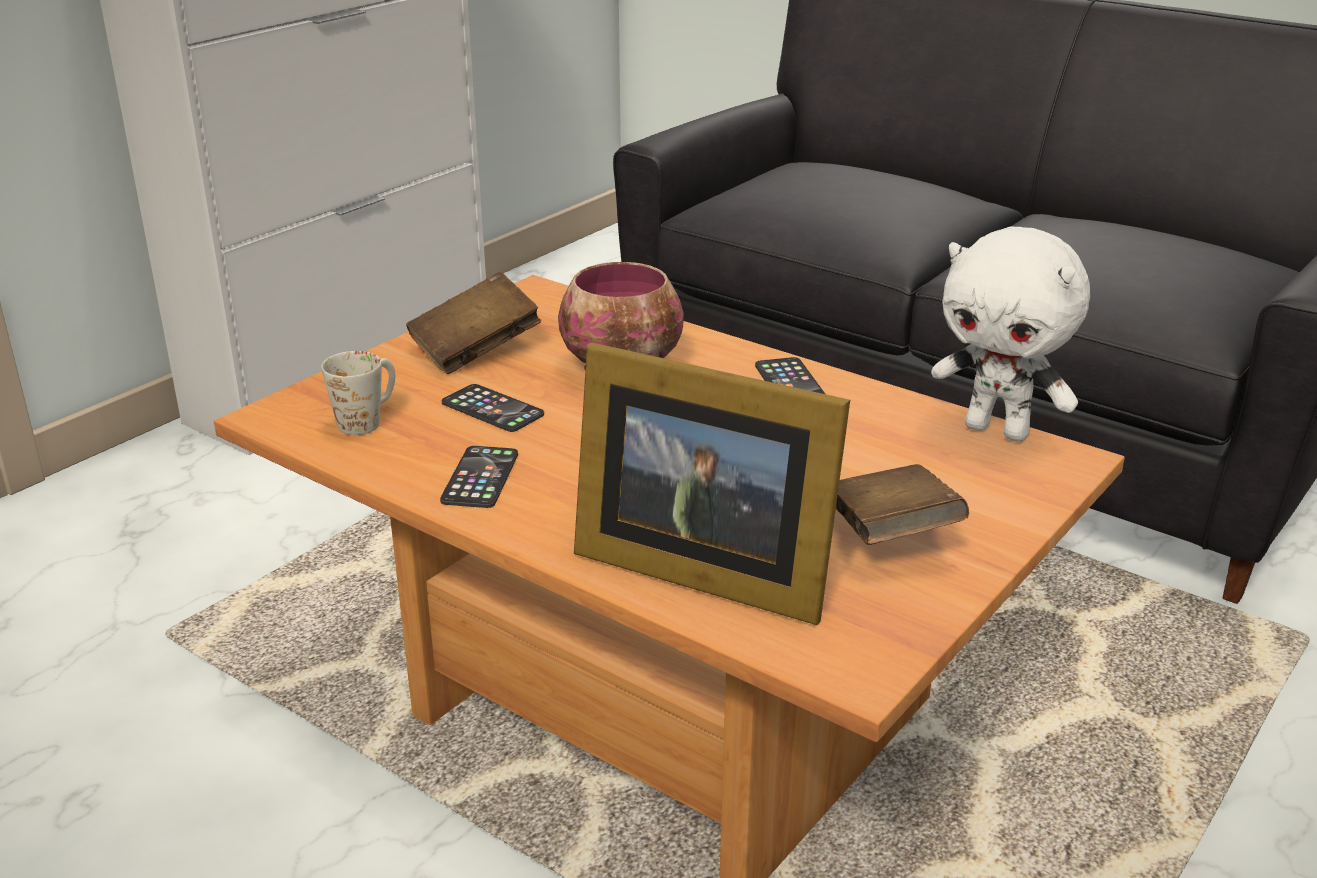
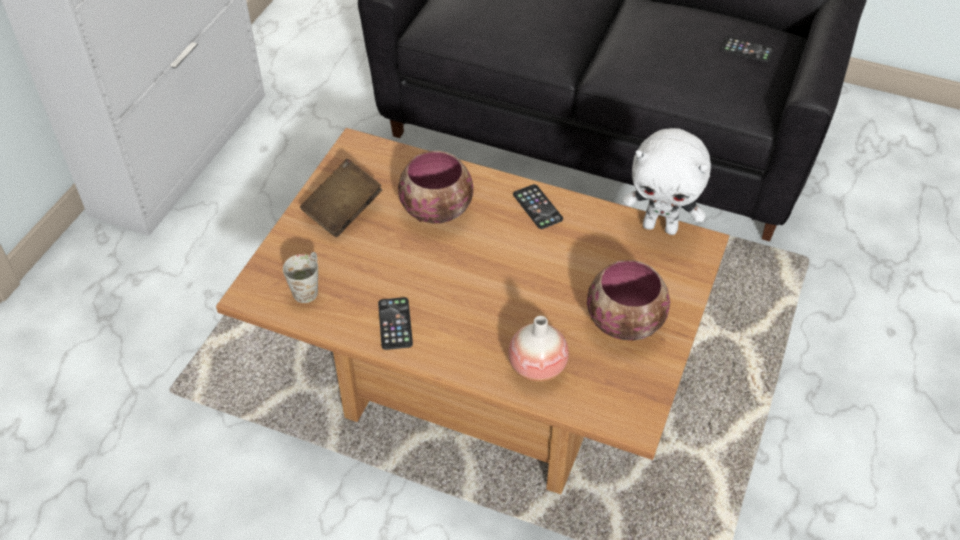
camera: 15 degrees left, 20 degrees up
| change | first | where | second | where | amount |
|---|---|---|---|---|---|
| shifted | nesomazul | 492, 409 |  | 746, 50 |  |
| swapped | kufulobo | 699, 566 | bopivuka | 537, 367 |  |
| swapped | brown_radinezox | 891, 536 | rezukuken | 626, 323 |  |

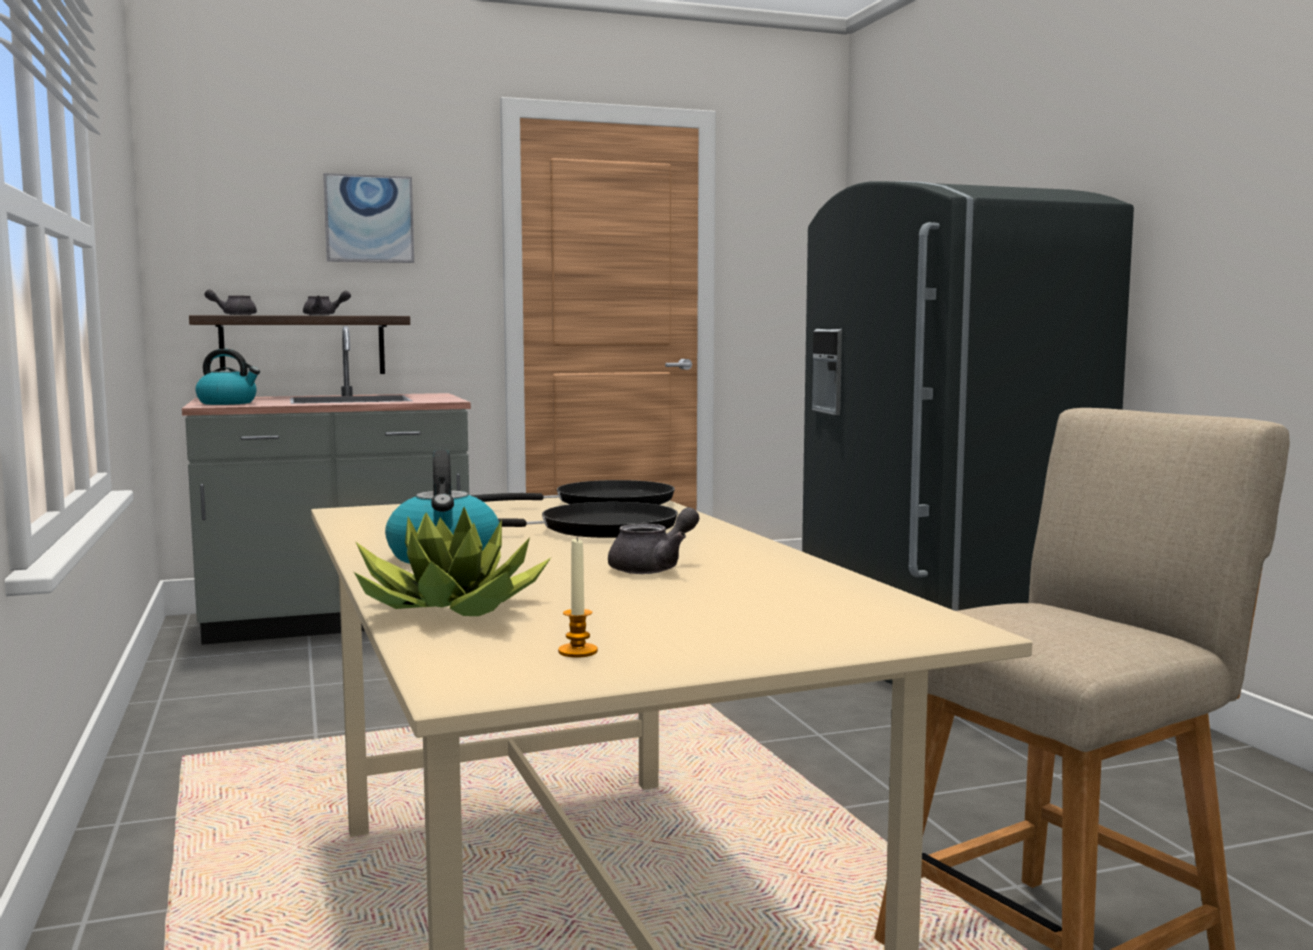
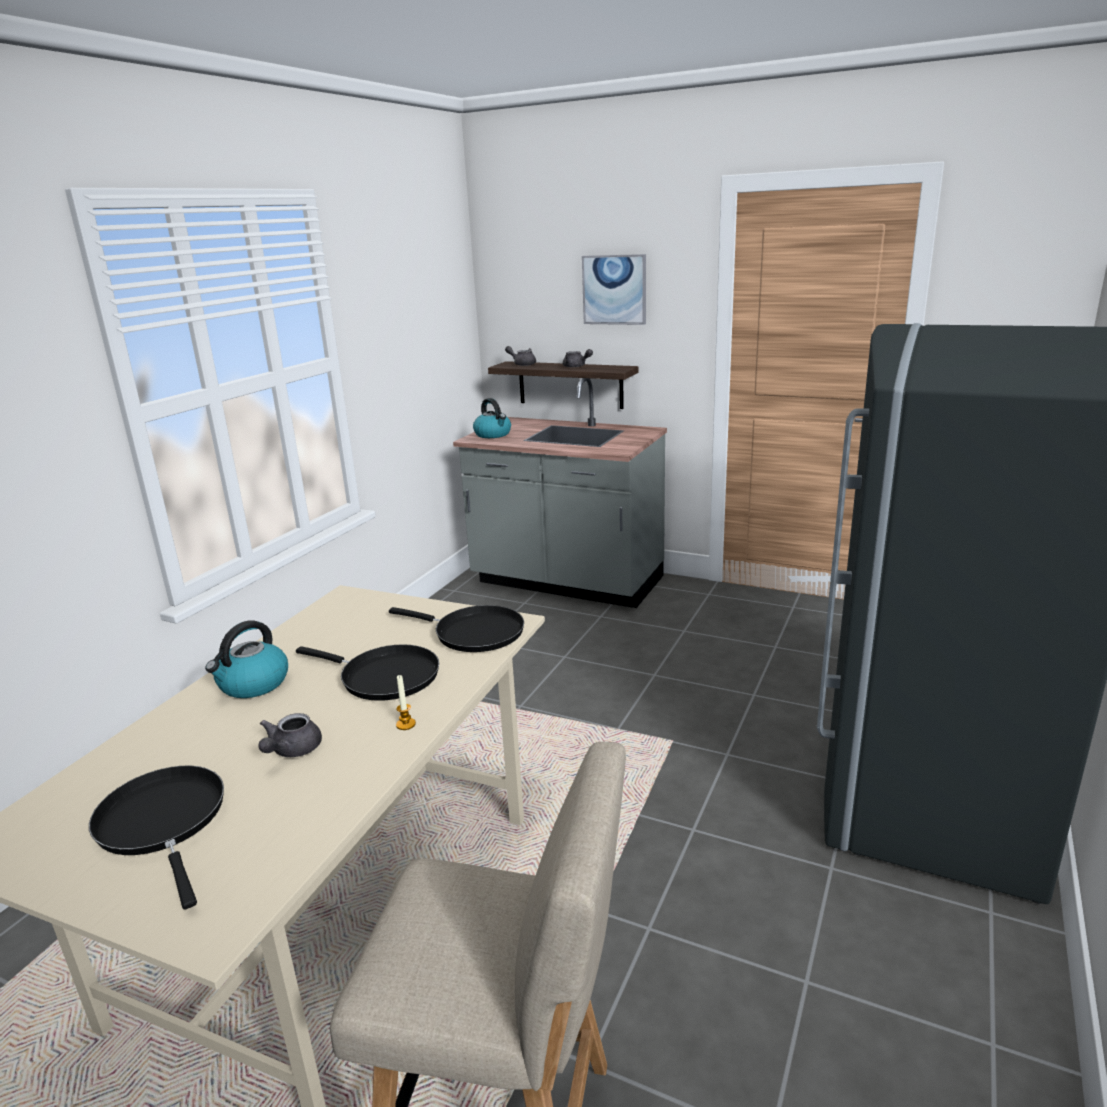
camera: 45 degrees right, 15 degrees up
| change | first | where | second | where | amount |
|---|---|---|---|---|---|
| gone | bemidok | 450, 608 |  |  |  |
| new |  |  | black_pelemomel | 164, 822 |  |
| shifted | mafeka | 578, 651 |  | 406, 724 |  |
| rotated | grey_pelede | 654, 568 |  | 291, 751 | 105 degrees clockwise |

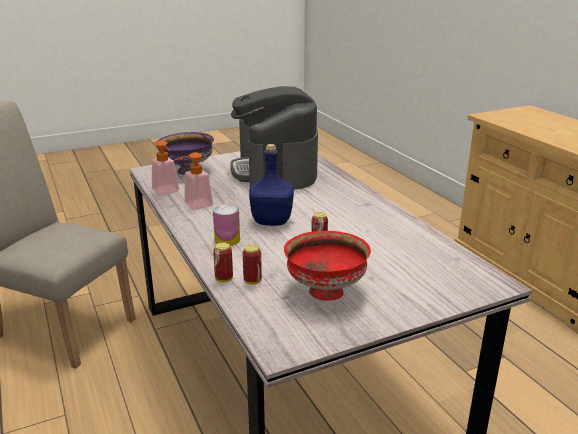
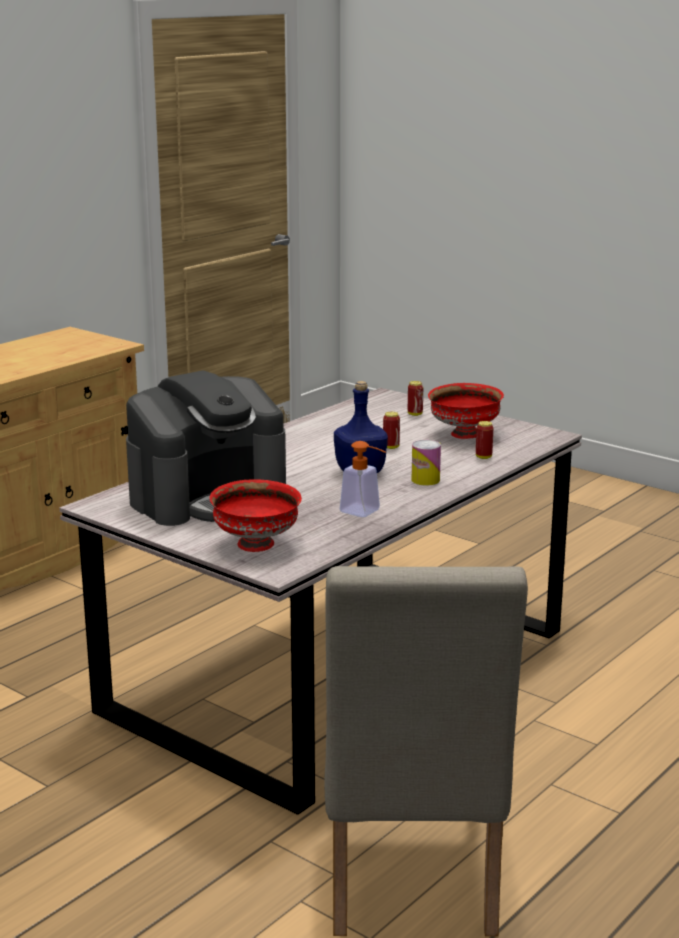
camera: 115 degrees left, 5 degrees down
| change | first | where | second | where | amount |
|---|---|---|---|---|---|
| gone | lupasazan | 167, 192 |  |  |  |
| shifted | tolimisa | 224, 279 |  | 415, 414 |  |
| repainted | purple_rezukuken | 187, 171 | red_rezukuken | 257, 545 |  |

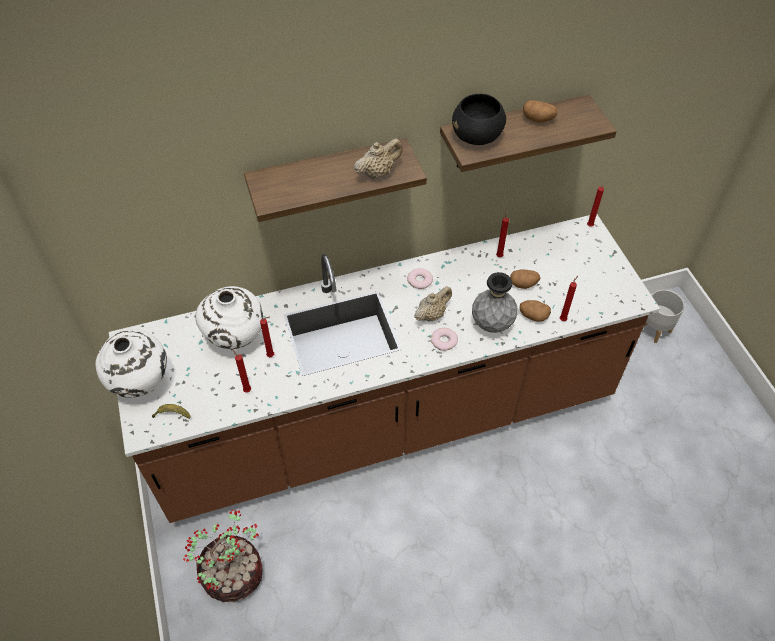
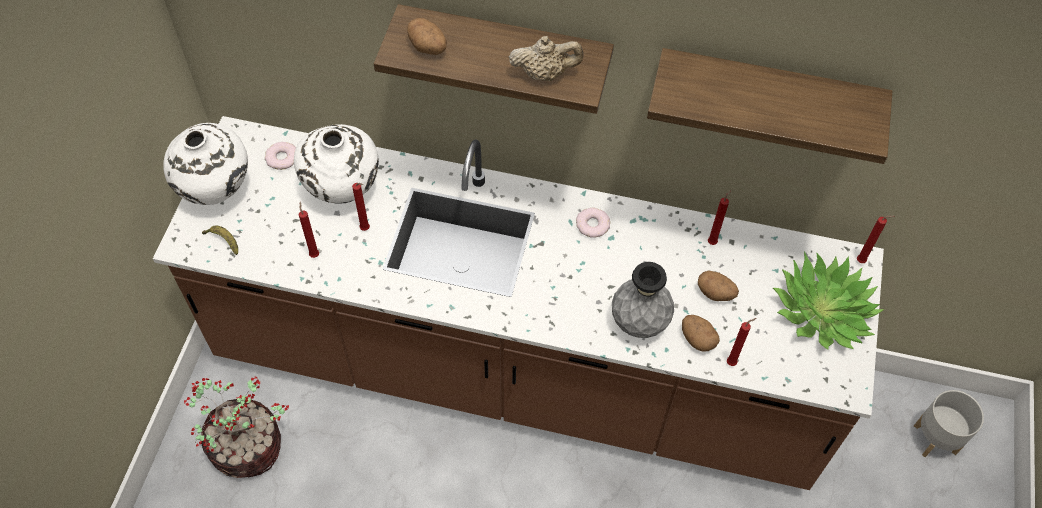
camera: 30 degrees right, 5 degrees up
| change | first | where | second | where | amount |
|---|---|---|---|---|---|
| gone | beige_pelede | 432, 314 |  |  |  |
| gone | black_rezukuken | 477, 137 |  |  |  |
| new |  |  | bemidok | 822, 312 |  |
| shifted | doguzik | 444, 341 |  | 282, 158 |  |
| shifted | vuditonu | 538, 119 |  | 428, 47 |  |

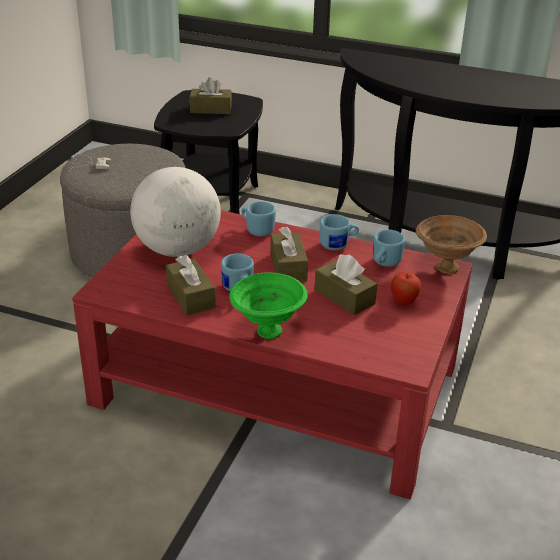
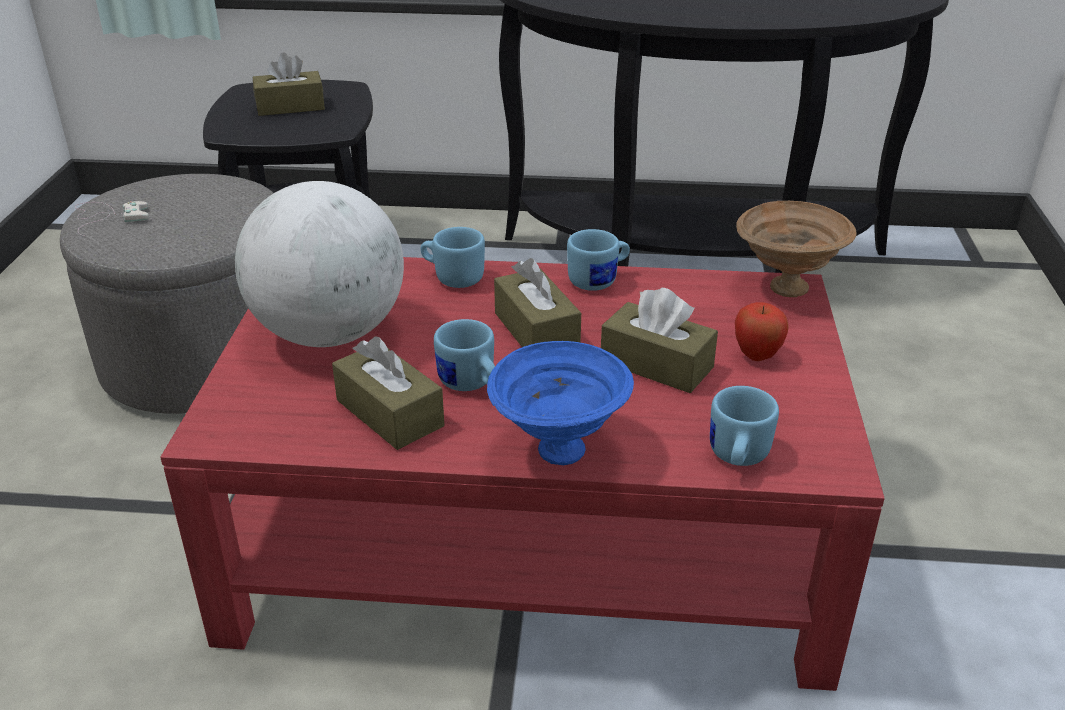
camera: 15 degrees left, 0 degrees up
| change | first | where | second | where | amount |
|---|---|---|---|---|---|
| shifted | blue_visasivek | 384, 263 |  | 736, 458 |  |
| repainted | green_rezukuken | 267, 332 | blue_rezukuken | 558, 452 |  |

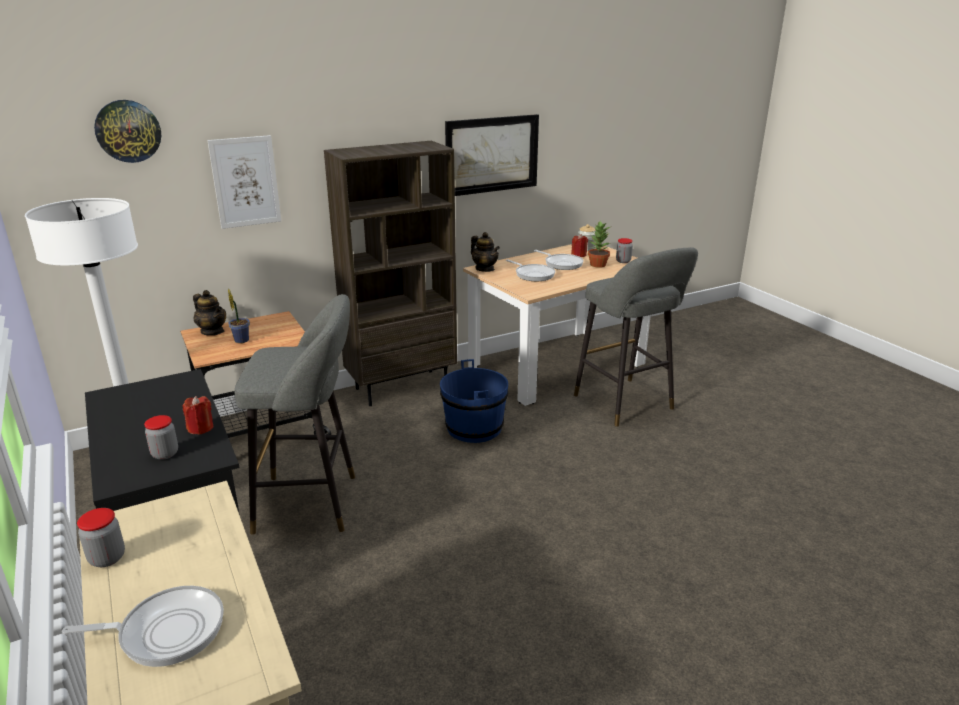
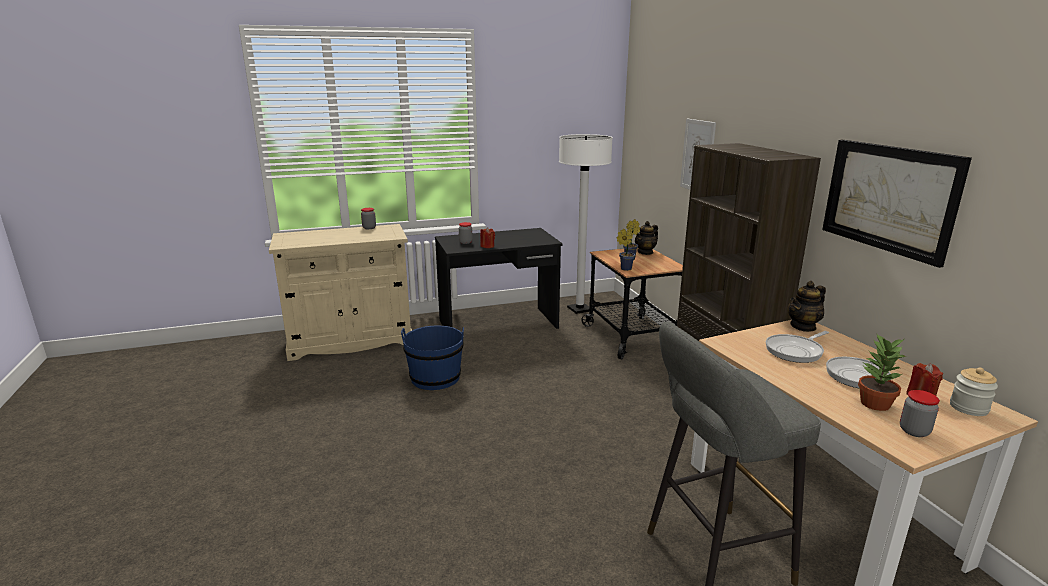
camera: 100 degrees right, 5 degrees down
| change | first | where | second | where | amount |
|---|---|---|---|---|---|
| gone | pelemomel | 166, 631 |  |  |  |
| gone | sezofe | 128, 131 |  |  |  |
| gone | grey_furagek | 313, 503 |  |  |  |
| new |  |  | bemidok | 624, 268 |  |
| shifted | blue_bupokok | 474, 428 |  | 435, 378 |  |

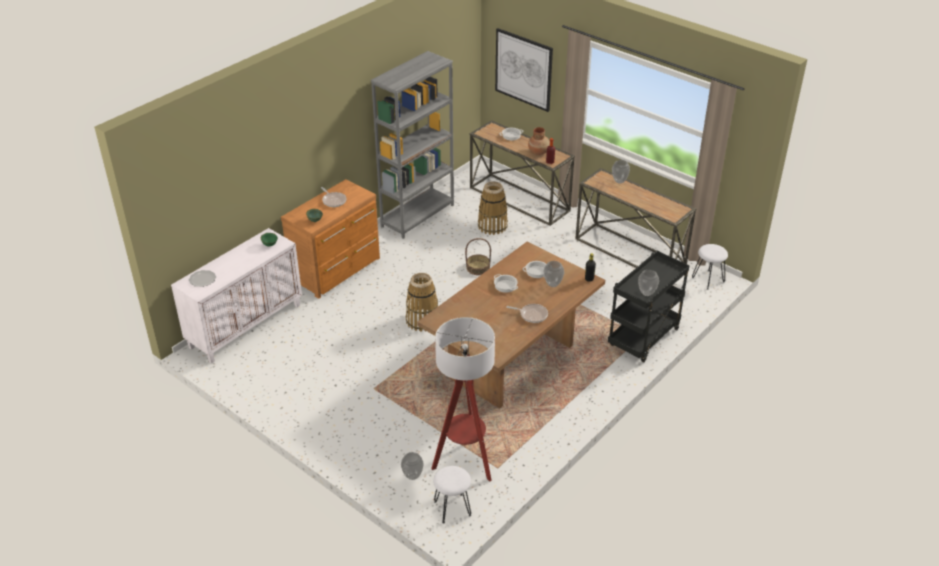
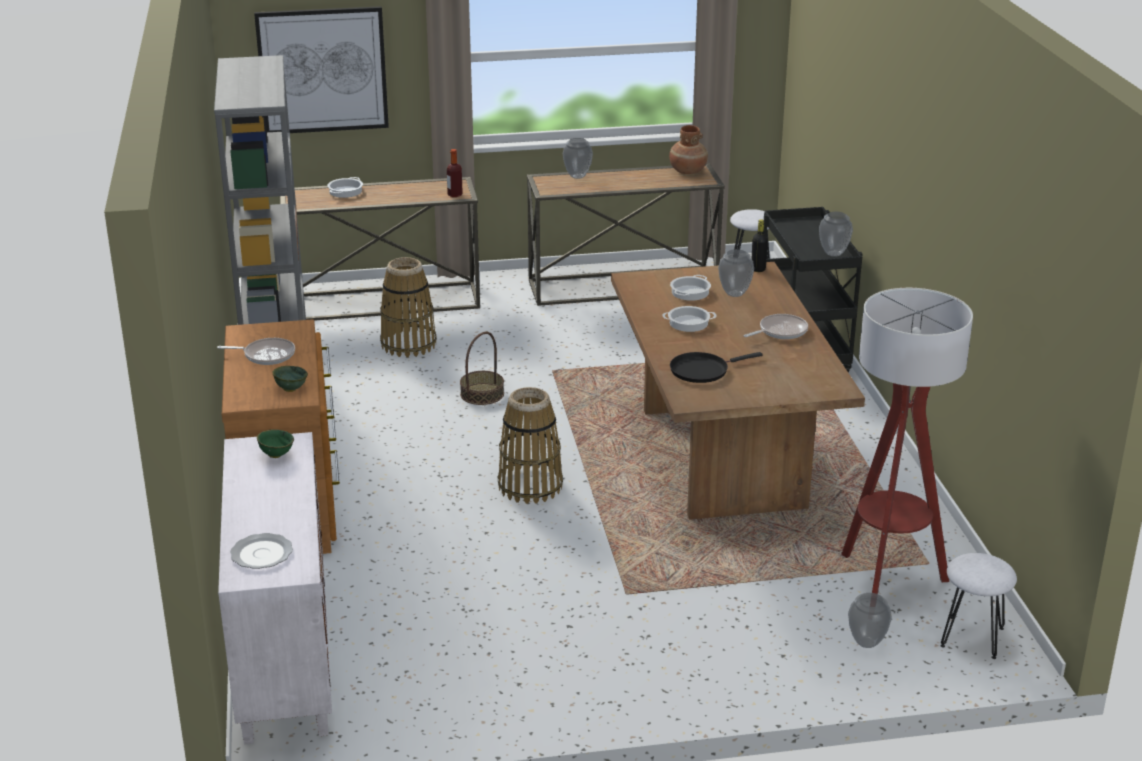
camera: 50 degrees left, 10 degrees down
| change | first | where | second | where | amount |
|---|---|---|---|---|---|
| new |  |  | black_pelemomel | 702, 370 |  |
| shifted | brown_bopivuka | 538, 152 |  | 687, 171 |  |

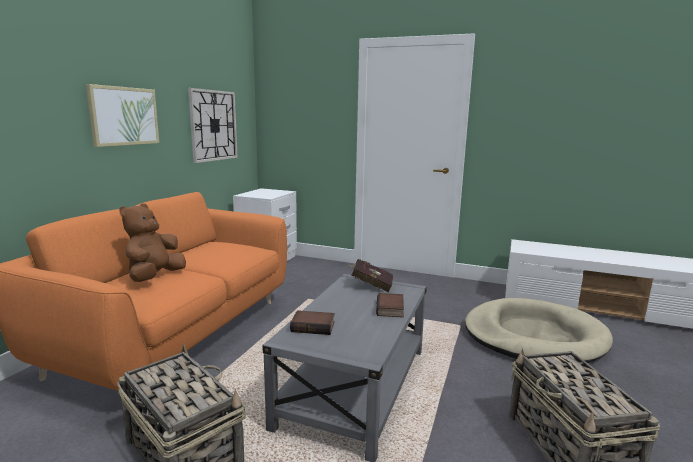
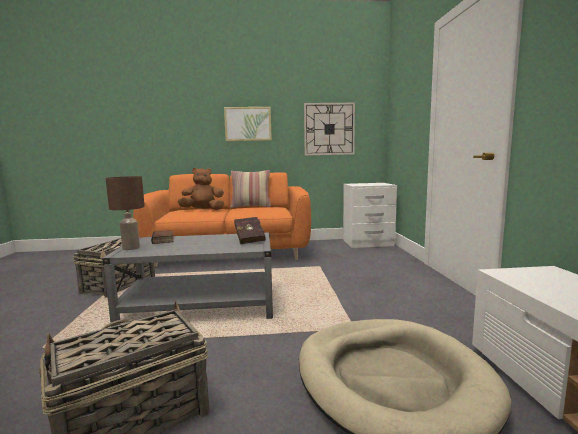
camera: 65 degrees right, 5 degrees down
| change | first | where | second | where | amount |
|---|---|---|---|---|---|
| gone | radinezox | 391, 309 |  |  |  |
| new |  |  | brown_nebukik | 131, 248 |  |
| new |  |  | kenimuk | 251, 206 |  |

